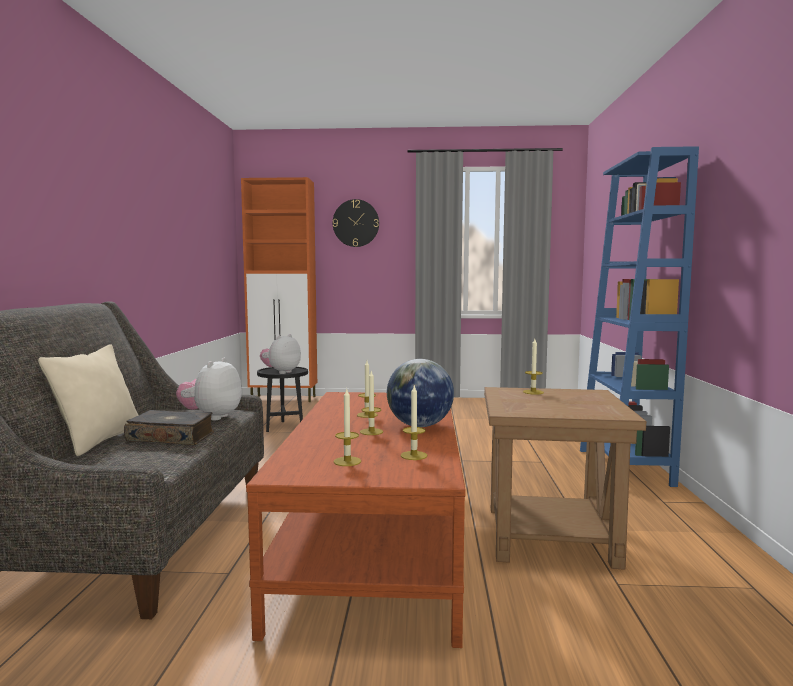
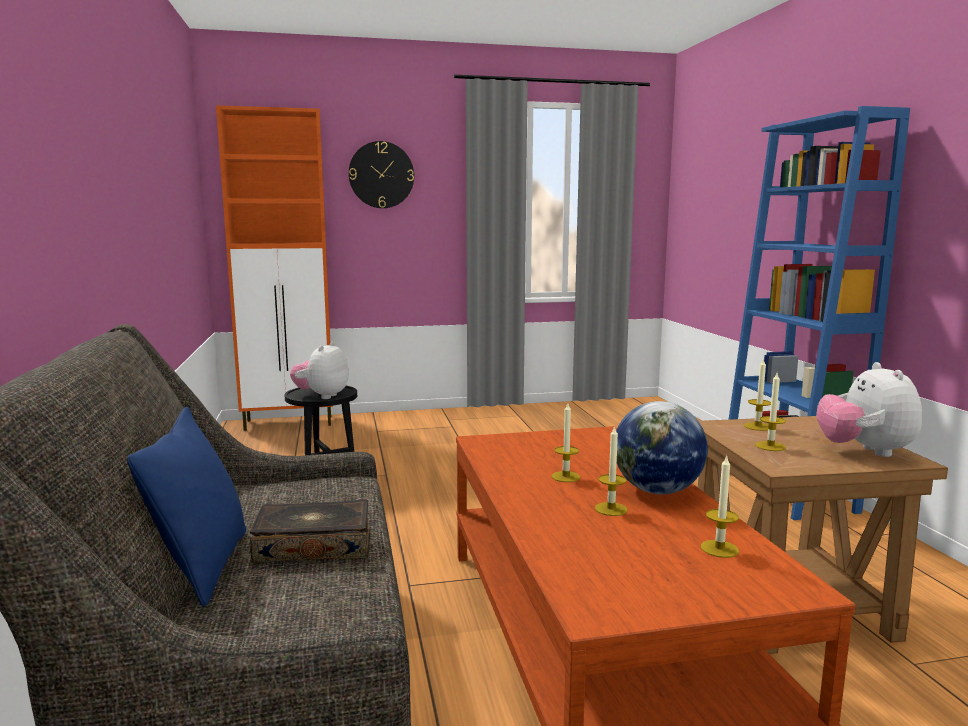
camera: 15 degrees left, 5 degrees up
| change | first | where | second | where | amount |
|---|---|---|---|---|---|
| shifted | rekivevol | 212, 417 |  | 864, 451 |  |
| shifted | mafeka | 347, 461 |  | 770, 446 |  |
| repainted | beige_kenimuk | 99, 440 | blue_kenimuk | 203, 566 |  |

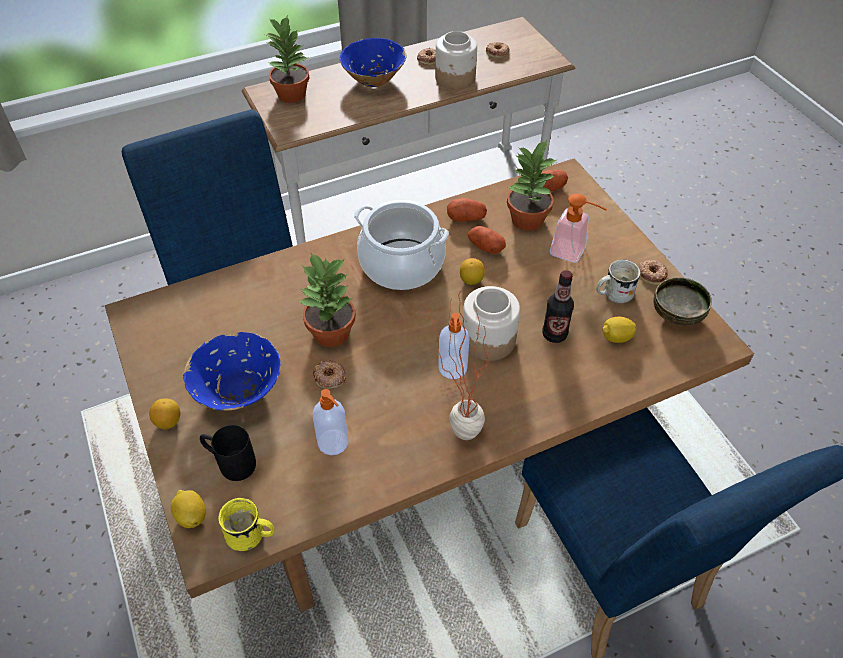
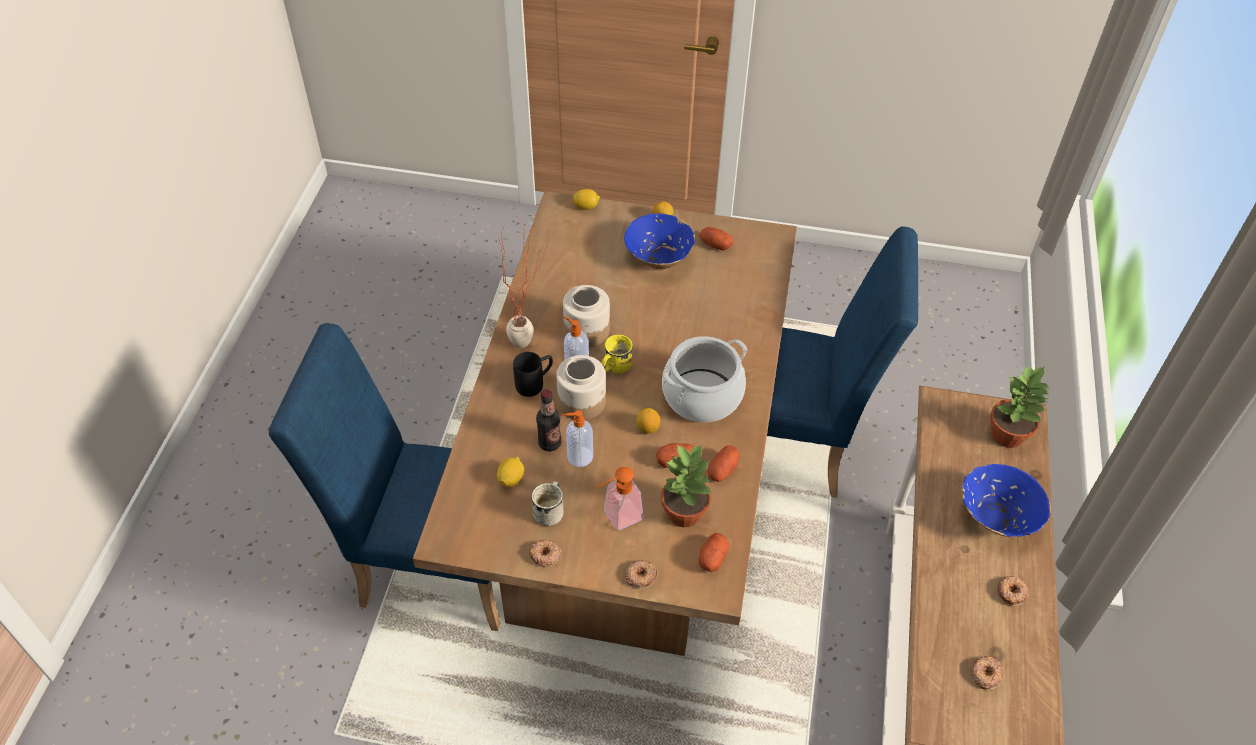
camera: 125 degrees right, 0 degrees up
| change | first | where | second | where | amount |
|---|---|---|---|---|---|
| gone | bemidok | 331, 334 |  |  |  |
| gone | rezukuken | 677, 315 |  |  |  |
| new |  |  | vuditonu | 715, 245 |  |
| shifted | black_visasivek | 230, 463 |  | 535, 383 |  |
| shifted | yellow_visasivek | 251, 536 |  | 614, 367 |  |
| shifted | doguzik | 329, 377 |  | 640, 576 |  |
| shifted | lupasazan | 334, 443 |  | 579, 457 |  |
| shifted | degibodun | 455, 78 |  | 586, 330 |  |

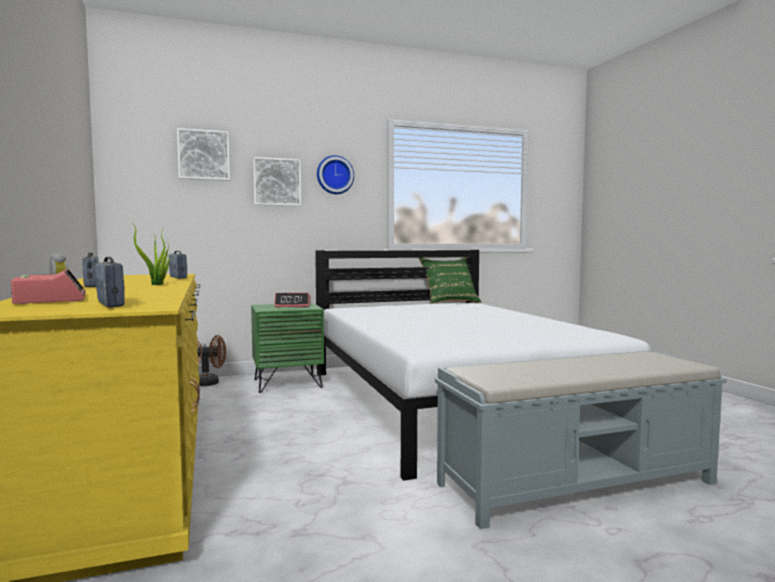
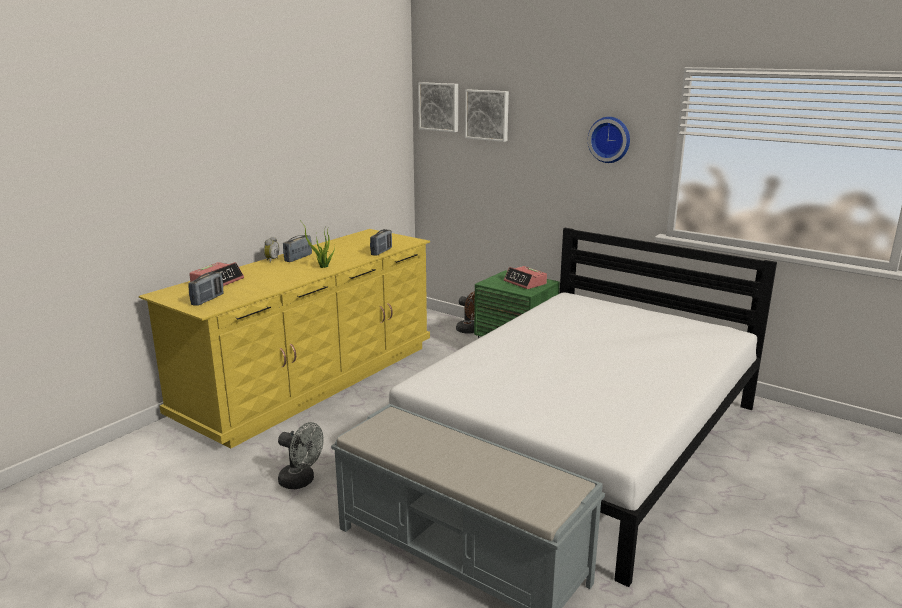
camera: 55 degrees right, 15 degrees up
| change | first | where | second | where | amount |
|---|---|---|---|---|---|
| gone | green_kenimuk | 450, 302 |  |  |  |
| new |  |  | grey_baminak | 301, 481 |  |
| shifted | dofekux | 277, 182 |  | 439, 106 |  |

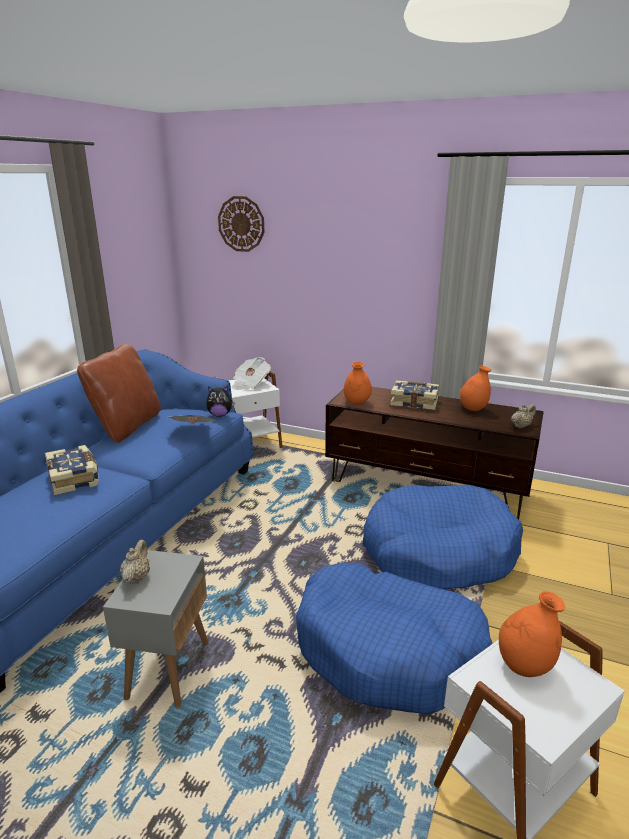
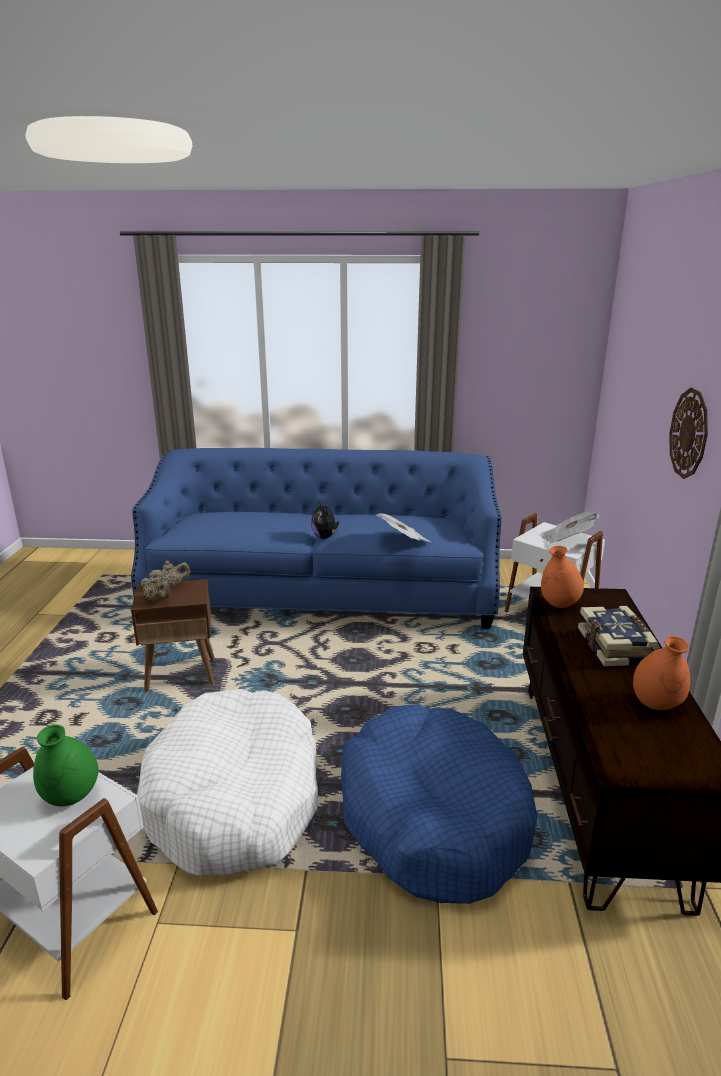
camera: 70 degrees right, 0 degrees up
| change | first | where | second | where | amount |
|---|---|---|---|---|---|
| gone | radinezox | 75, 478 |  |  |  |
| gone | brown_kenimuk | 127, 426 |  |  |  |
| shifted | rekivevol | 220, 415 |  | 325, 537 |  |
| shifted | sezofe | 241, 224 |  | 689, 433 |  |
| shifted | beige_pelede | 521, 426 |  | 158, 600 |  |
| repainted | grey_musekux | 169, 669 | brown_musekux | 181, 675 |  |
| repainted | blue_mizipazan | 389, 650 | white_mizipazan | 235, 798 |  |
| repainted | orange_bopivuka | 524, 666 | green_bopivuka | 71, 797 |  |

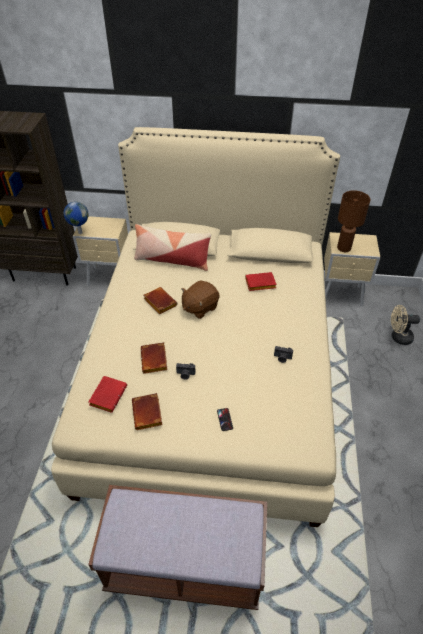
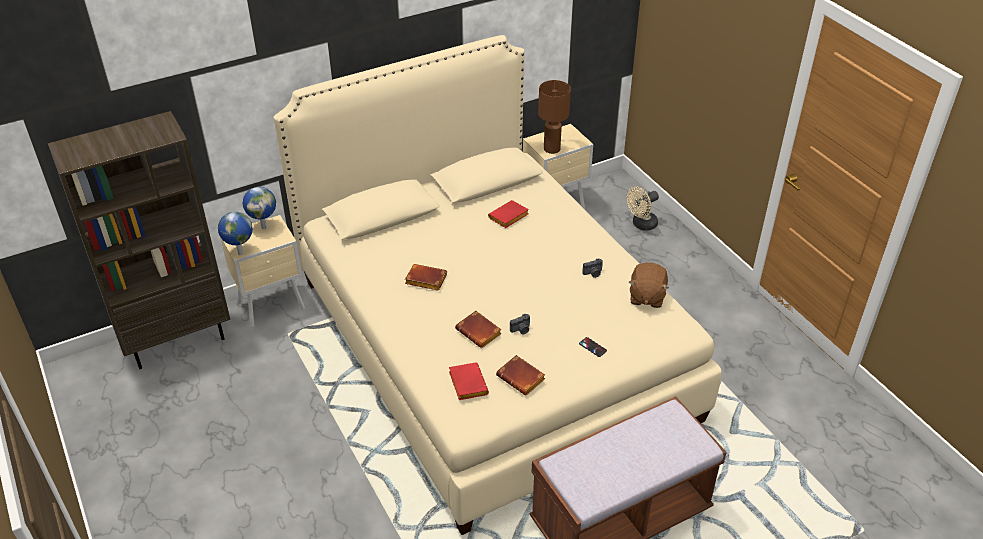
camera: 35 degrees left, 5 degrees down
| change | first | where | second | where | amount |
|---|---|---|---|---|---|
| gone | kenimuk | 172, 260 |  |  |  |
| new |  |  | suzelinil | 264, 227 |  |
| shifted | brown_rekivevol | 199, 307 |  | 646, 296 |  |

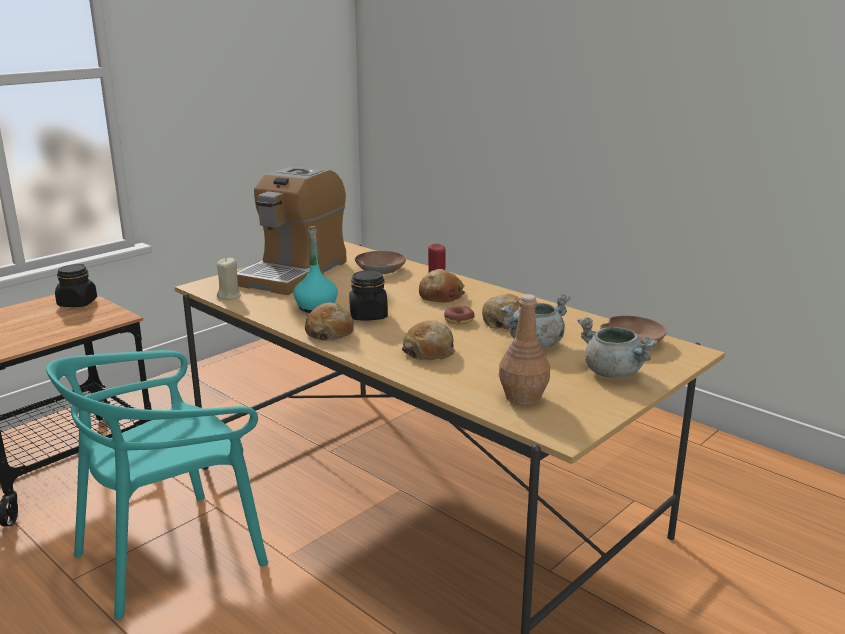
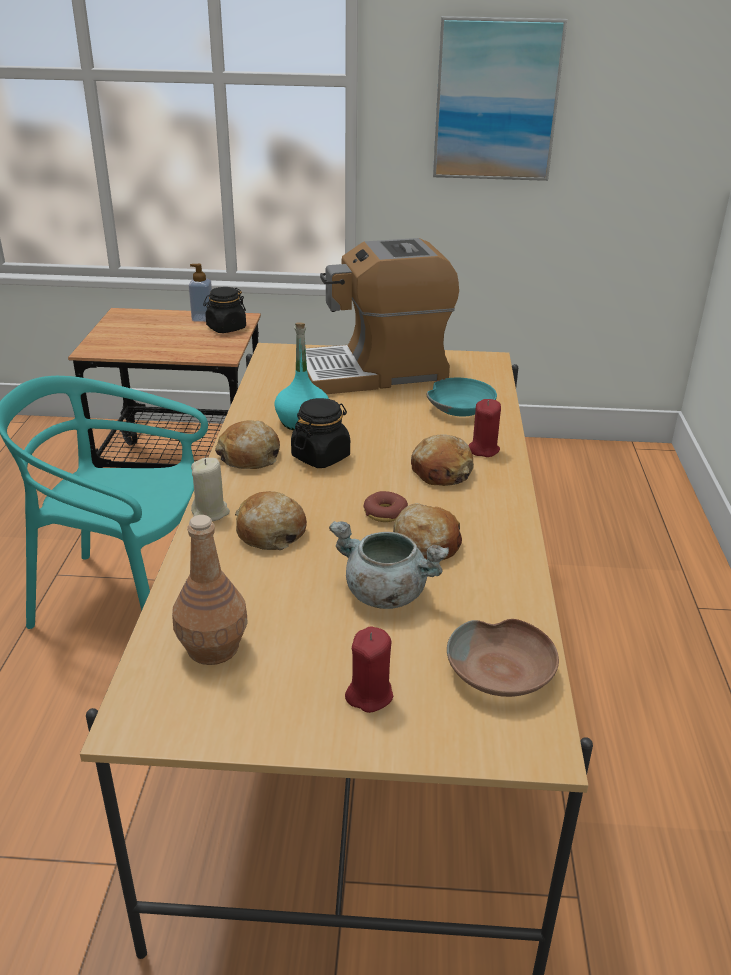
camera: 50 degrees right, 10 degrees up
| change | first | where | second | where | amount |
|---|---|---|---|---|---|
| new |  |  | lupasazan | 202, 318 |  |
| new |  |  | dofekux | 496, 100 |  |
| shifted | beige_mafeka | 229, 296 |  | 210, 512 |  |
| swapped | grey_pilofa | 614, 373 | red_mafeka | 369, 695 |  |
| repainted | brown_rezukuken | 380, 269 | turquoise_rezukuken | 461, 406 |  |

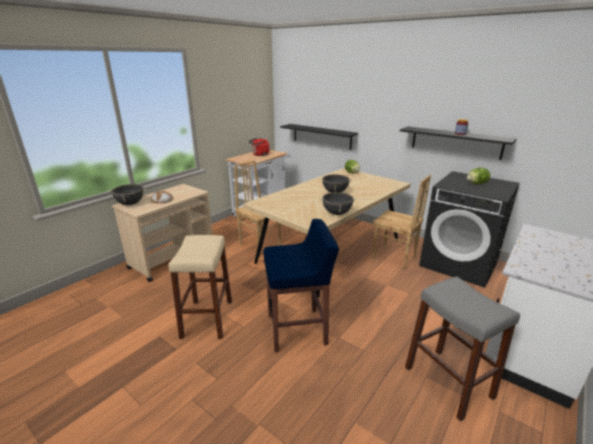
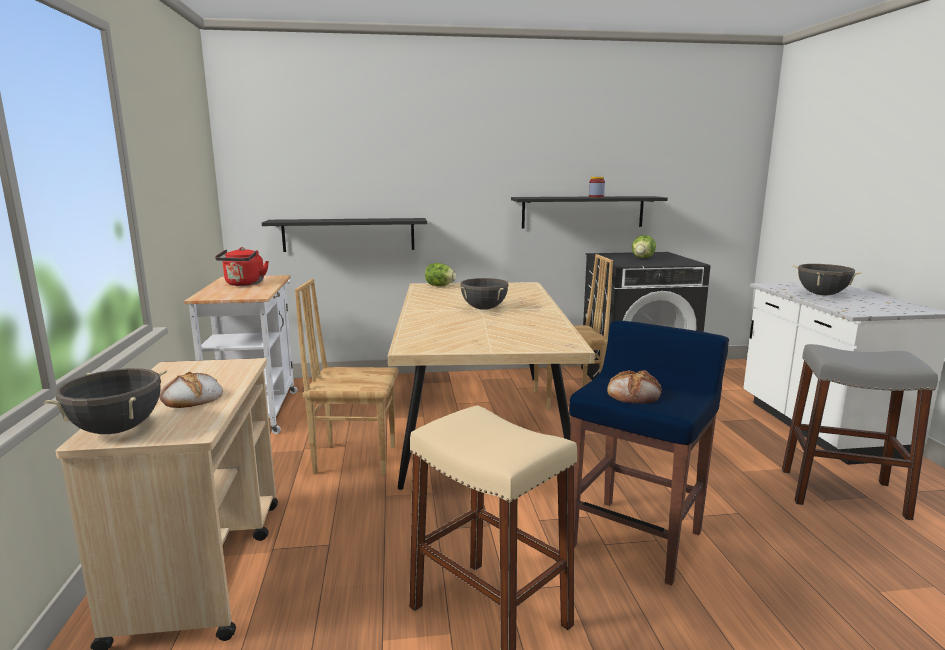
camera: 45 degrees left, 10 degrees down
| change | first | where | second | where | amount |
|---|---|---|---|---|---|
| new |  |  | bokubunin | 634, 393 |  |
| shifted | black_pilofa | 337, 213 |  | 822, 295 |  |

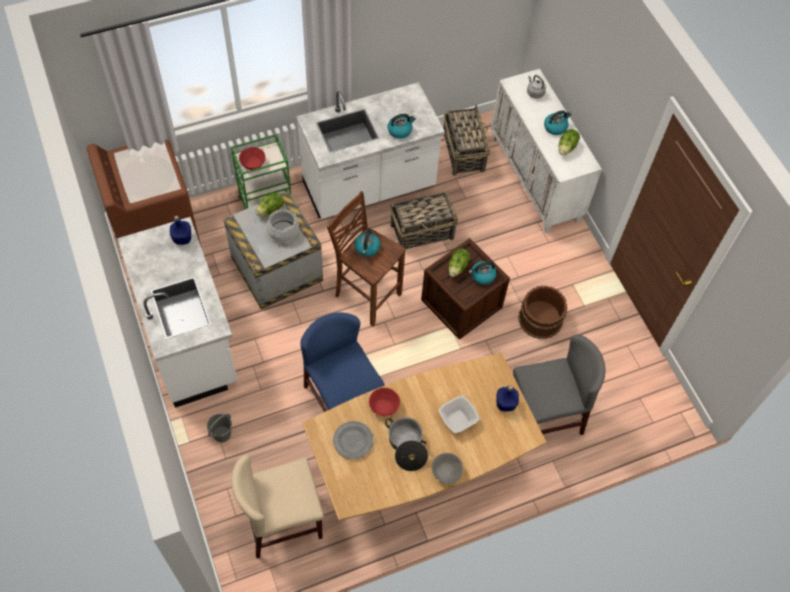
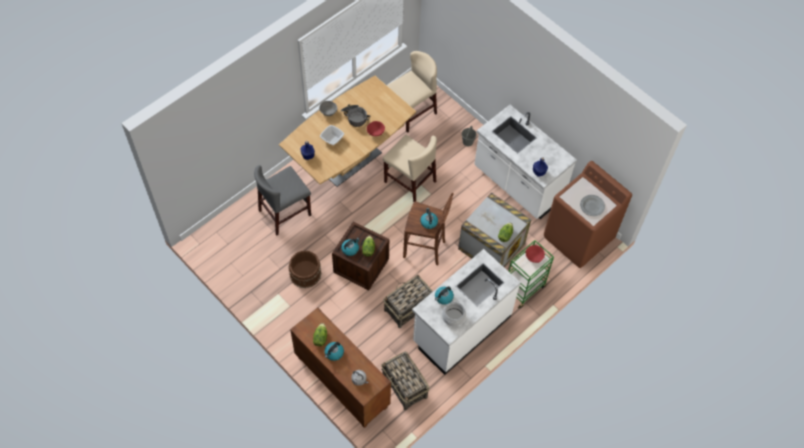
camera: 160 degrees right, 0 degrees up
| change | first | where | second | where | amount |
|---|---|---|---|---|---|
| shifted | pilofa | 283, 231 |  | 453, 317 |  |
| shifted | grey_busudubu | 353, 441 |  | 592, 206 |  |
| repainted | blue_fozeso | 342, 399 | beige_fozeso | 410, 182 |  |
| repainted | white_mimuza | 536, 179 | brown_mimuza | 341, 382 |  |

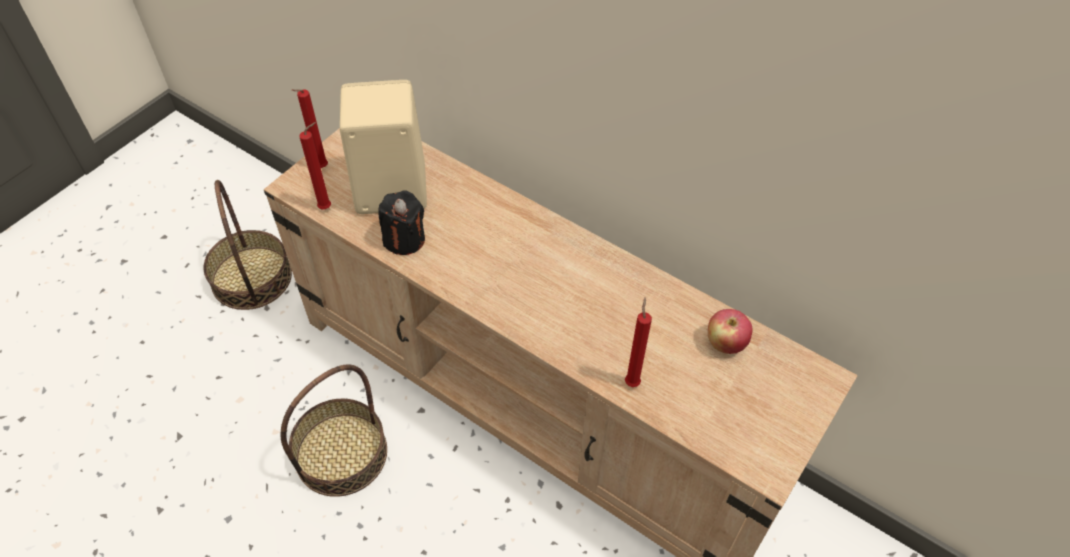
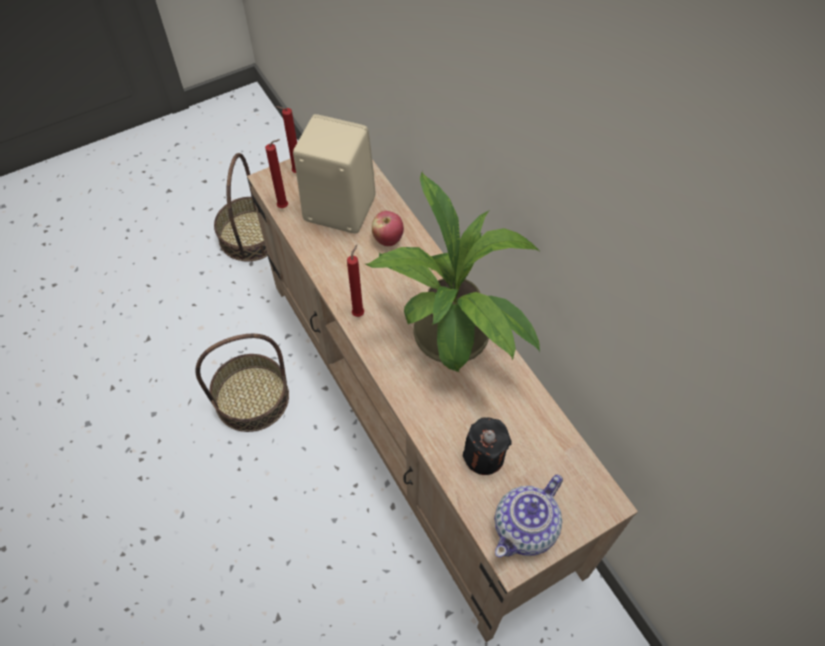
camera: 25 degrees right, 5 degrees up
| change | first | where | second | where | amount |
|---|---|---|---|---|---|
| new |  |  | bemidok | 453, 343 |  |
| new |  |  | pelede | 526, 528 |  |
| shifted | black_mafeka | 404, 239 |  | 484, 456 |  |
| shifted | red_mafeka | 632, 381 |  | 359, 313 |  |
| shifted | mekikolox | 725, 343 |  | 387, 239 |  |

